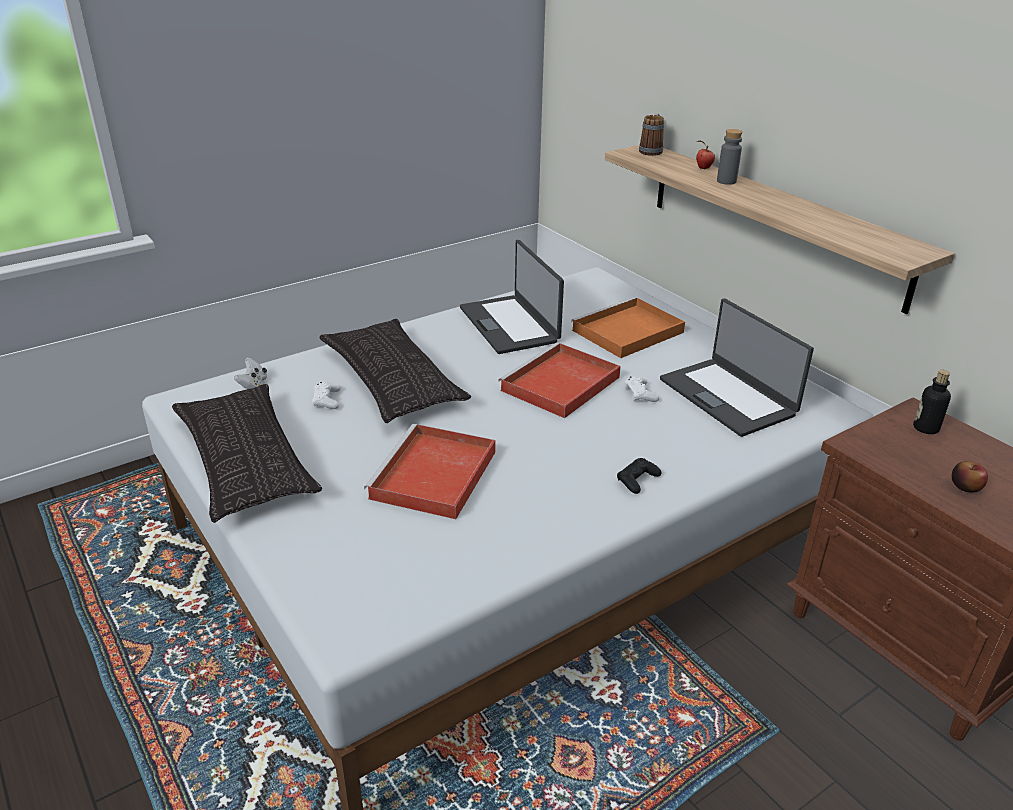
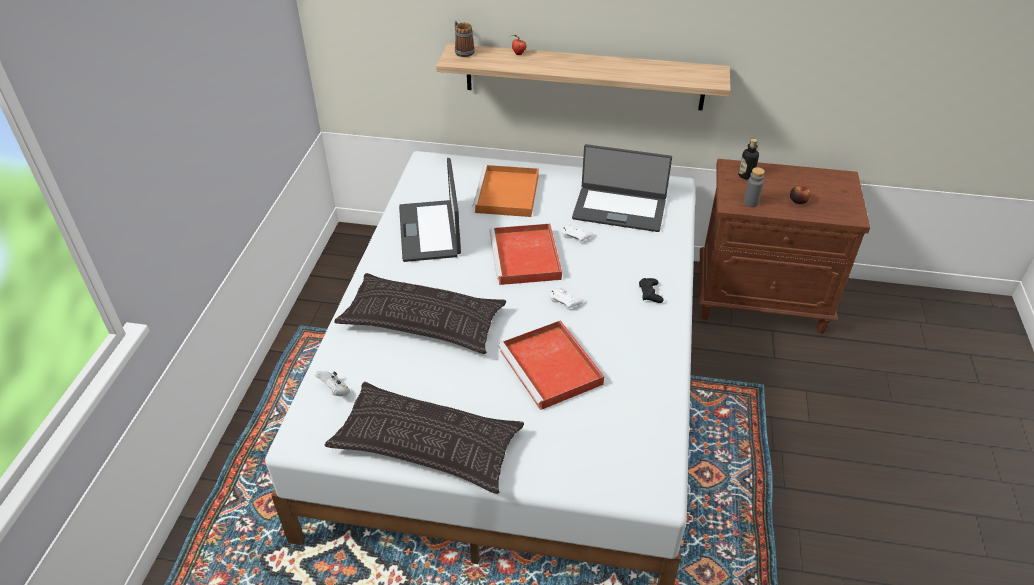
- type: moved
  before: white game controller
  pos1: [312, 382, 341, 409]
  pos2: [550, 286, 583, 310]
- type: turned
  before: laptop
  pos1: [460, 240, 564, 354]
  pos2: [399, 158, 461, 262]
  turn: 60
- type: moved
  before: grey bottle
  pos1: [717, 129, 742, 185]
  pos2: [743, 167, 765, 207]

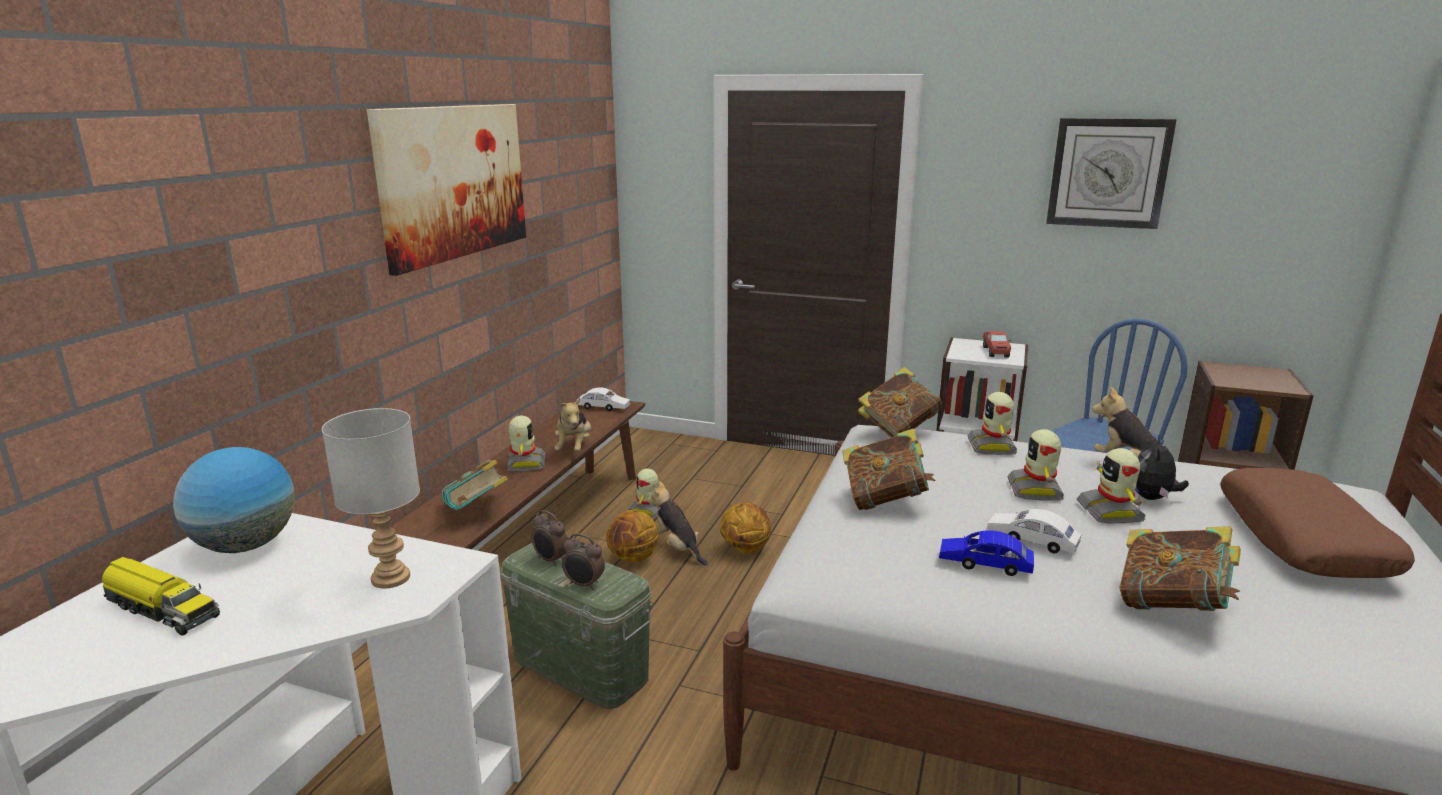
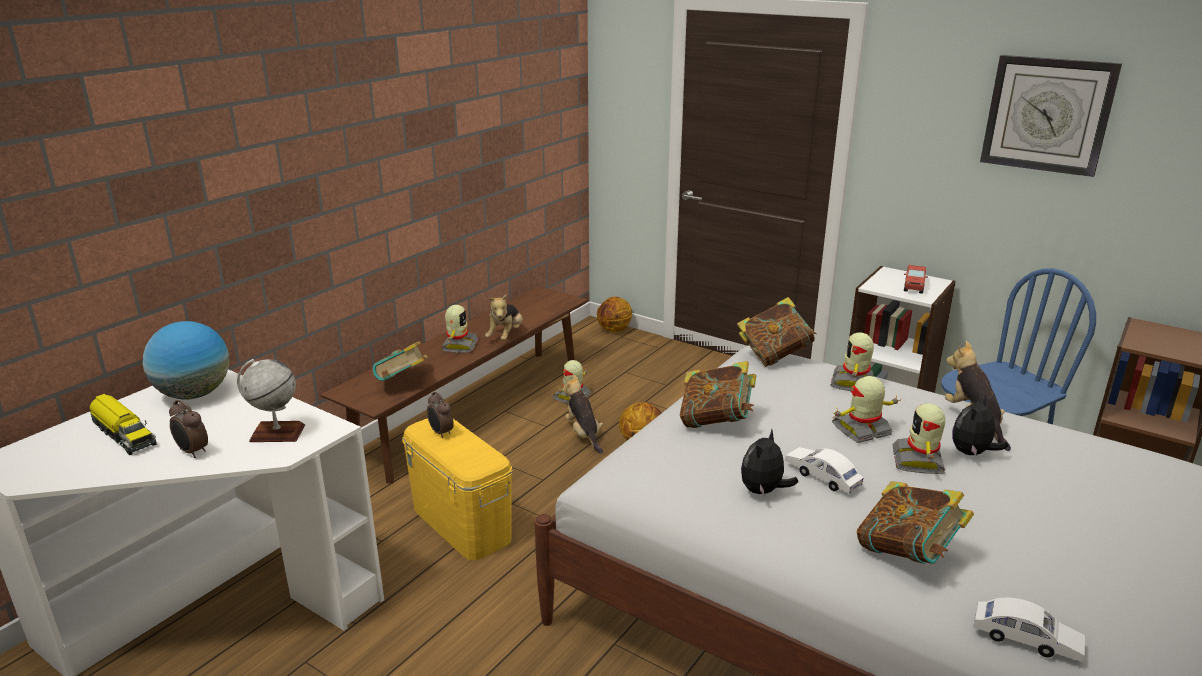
- type: replaced
  before: grey table lamp
  after: globe
  pos1: [322, 408, 420, 589]
  pos2: [237, 359, 305, 442]
- type: removed
  before: picture
  pos1: [367, 104, 526, 276]
- type: recoloured
  before: green storage box
  after: yellow storage box
  pos1: [501, 543, 653, 709]
  pos2: [402, 418, 513, 560]
- type: moved
  before: alarm clock
  pos1: [562, 533, 605, 590]
  pos2: [169, 400, 208, 458]
- type: moved
  before: white toy car
  pos1: [577, 387, 630, 411]
  pos2: [973, 598, 1085, 662]
- type: moved
  before: basketball
  pos1: [606, 510, 659, 562]
  pos2: [597, 296, 632, 332]
- type: replaced
  before: blue toy car
  after: plush toy
  pos1: [939, 530, 1034, 576]
  pos2: [741, 429, 798, 495]
- type: turned
  before: toy robot
  pos1: [1007, 429, 1064, 500]
  pos2: [832, 376, 900, 443]
  turn: 45
- type: removed
  before: brown pillow
  pos1: [1220, 468, 1415, 578]

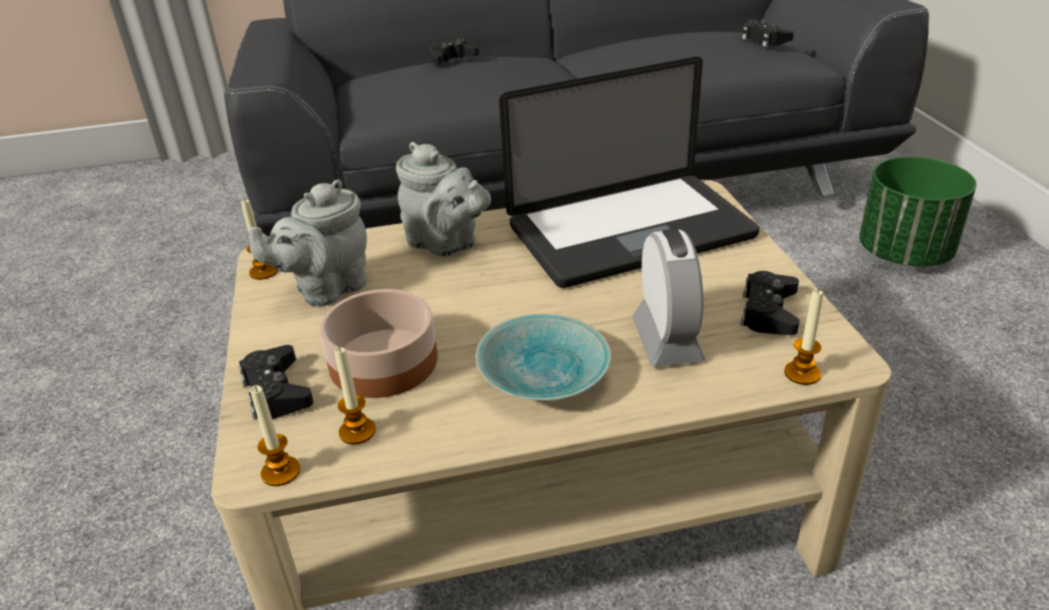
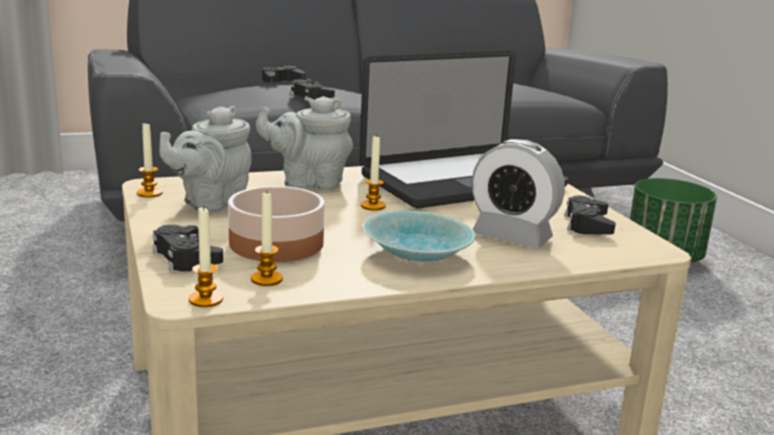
- type: turned
  before: grey teapot
  pos1: [396, 142, 491, 257]
  pos2: [256, 96, 353, 191]
  turn: 150
- type: turned
  before: alarm clock
  pos1: [632, 229, 705, 367]
  pos2: [472, 139, 565, 248]
  turn: 135
- type: moved
  before: black game controller
  pos1: [742, 20, 794, 47]
  pos2: [290, 79, 335, 101]
- type: moved
  before: candle
  pos1: [784, 288, 823, 385]
  pos2: [361, 134, 386, 210]

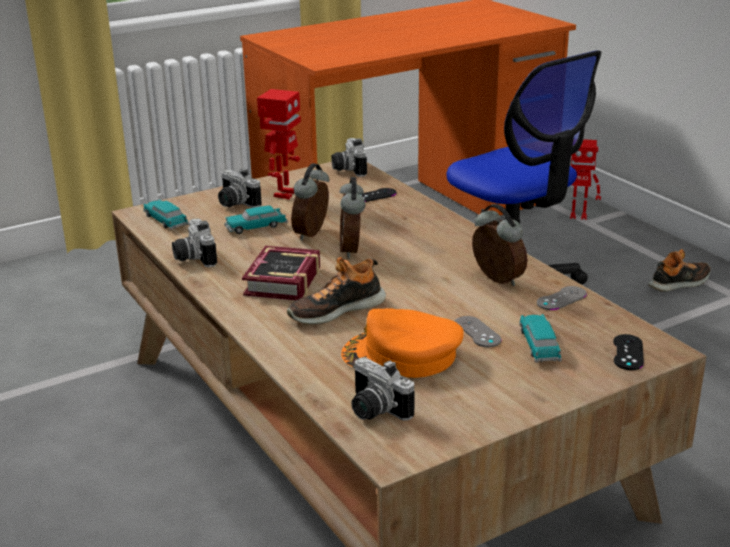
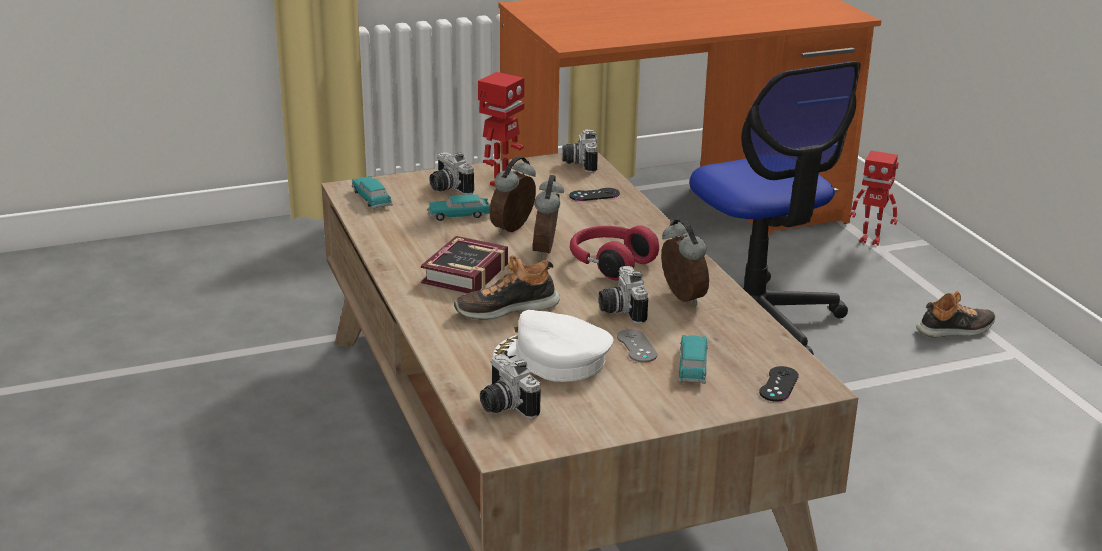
- type: moved
  before: photo camera
  pos1: [172, 219, 217, 267]
  pos2: [599, 266, 648, 324]
- type: recoloured
  before: orange cap
  after: white cap
  pos1: [341, 308, 464, 378]
  pos2: [493, 310, 613, 382]
- type: removed
  before: grey game controller
  pos1: [537, 286, 587, 310]
- type: added
  after: red headphones
  pos2: [570, 225, 659, 281]

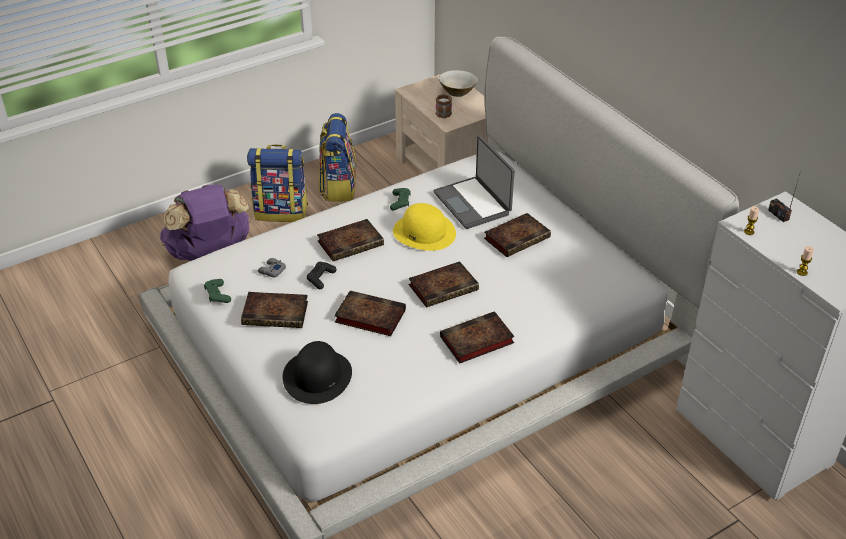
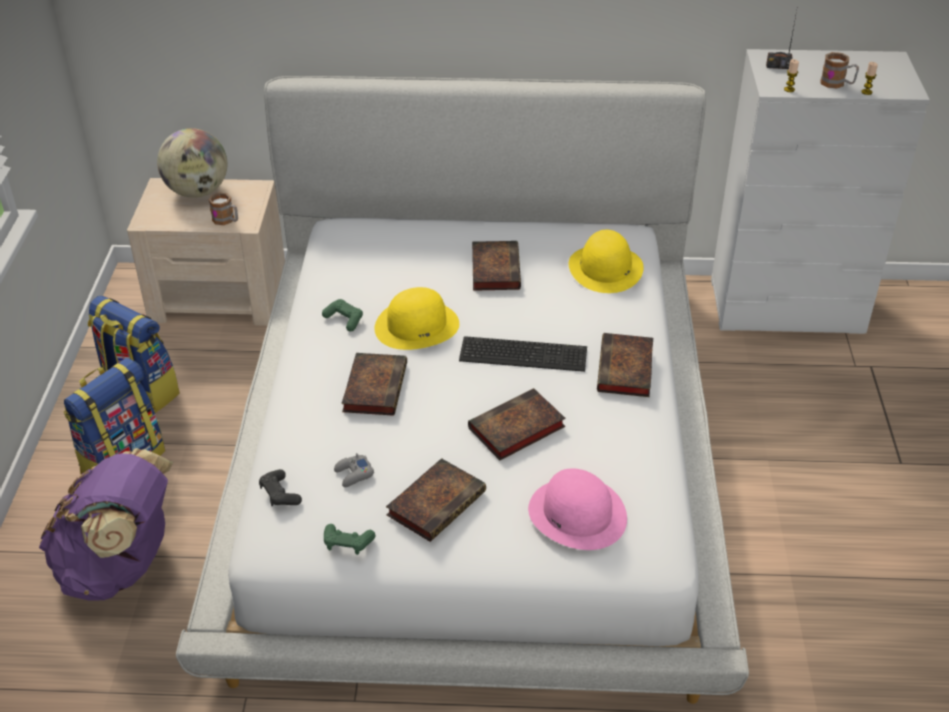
- type: recoloured
  before: black hat
  after: pink hat
  pos1: [283, 341, 352, 404]
  pos2: [528, 468, 627, 550]
- type: moved
  before: black game controller
  pos1: [306, 262, 337, 289]
  pos2: [259, 469, 302, 506]
- type: replaced
  before: book
  after: keyboard
  pos1: [409, 261, 479, 308]
  pos2: [459, 336, 587, 372]
- type: removed
  before: laptop
  pos1: [433, 136, 514, 229]
- type: replaced
  before: beige bowl
  after: globe
  pos1: [439, 70, 478, 97]
  pos2: [157, 128, 227, 198]
- type: added
  after: yellow hat
  pos2: [569, 230, 644, 293]
- type: added
  after: mug
  pos2: [821, 52, 859, 88]

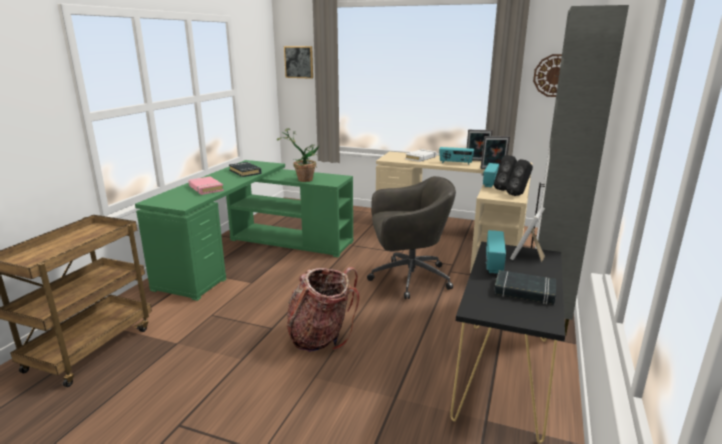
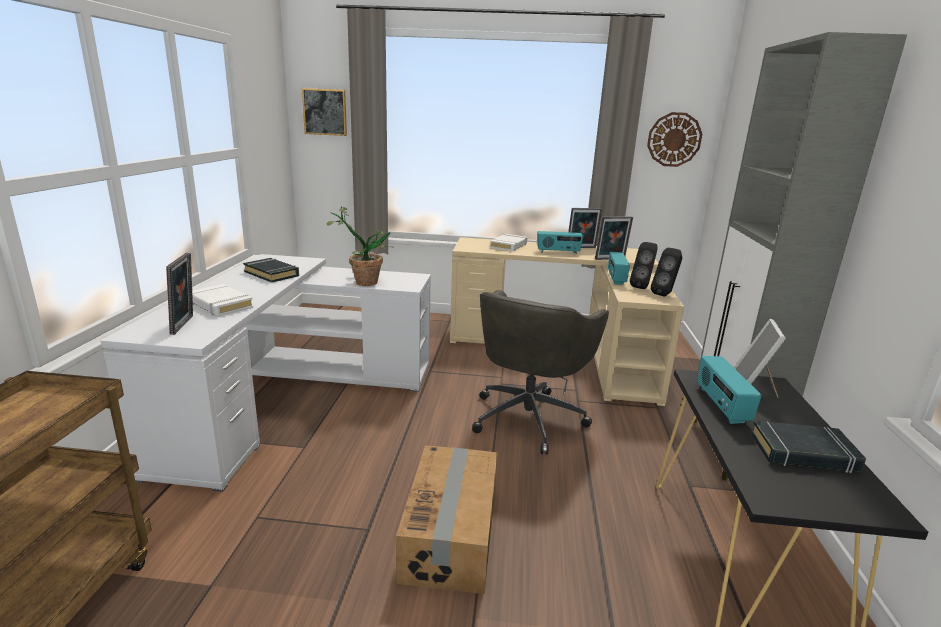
- type: recoloured
  before: green desk
  after: white desk
  pos1: [135, 160, 353, 301]
  pos2: [101, 254, 431, 492]
- type: recoloured
  before: pink book
  after: white book
  pos1: [188, 176, 224, 195]
  pos2: [192, 284, 253, 317]
- type: replaced
  before: backpack
  after: cardboard box
  pos1: [287, 267, 360, 352]
  pos2: [396, 445, 497, 594]
- type: turned
  before: grey office chair
  pos1: [367, 176, 456, 299]
  pos2: [472, 290, 609, 454]
  turn: 135
- type: added
  after: picture frame
  pos2: [166, 253, 193, 335]

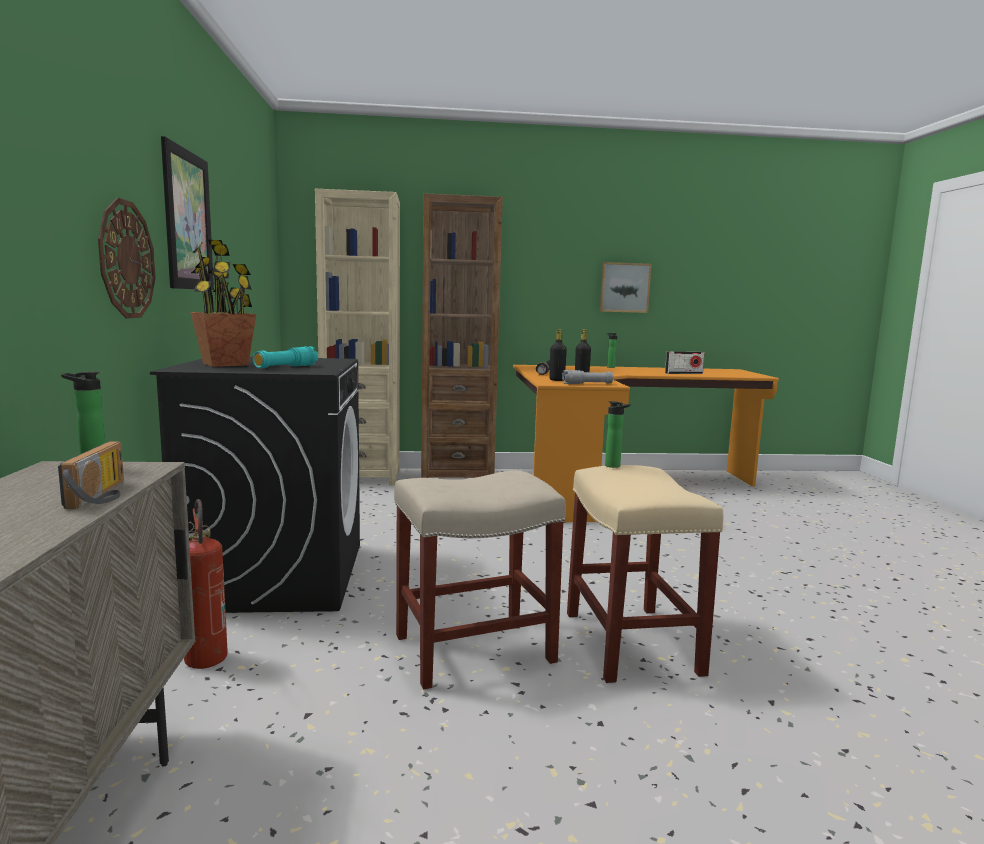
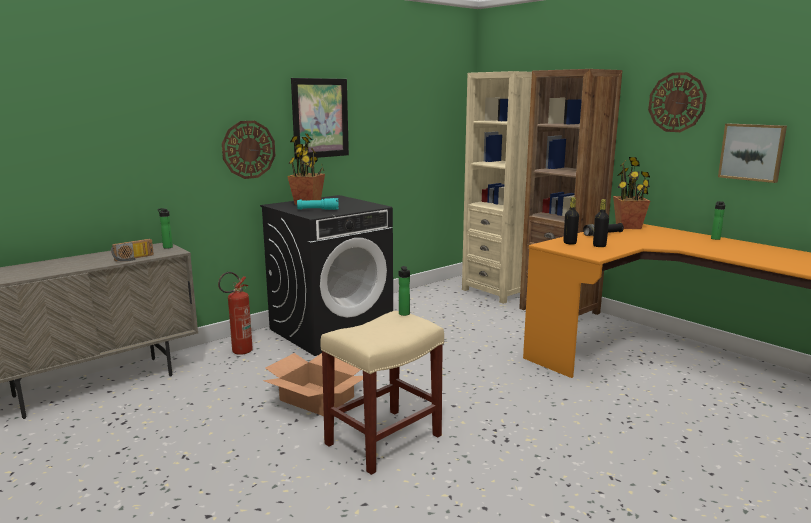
- type: replaced
  before: beige stool
  after: cardboard box
  pos1: [394, 470, 566, 689]
  pos2: [262, 353, 363, 416]
- type: removed
  before: grey flashlight
  pos1: [562, 370, 613, 384]
- type: removed
  before: radio
  pos1: [665, 351, 705, 374]
- type: added
  after: potted plant
  pos2: [613, 157, 650, 229]
- type: added
  after: wall clock
  pos2: [648, 72, 707, 132]

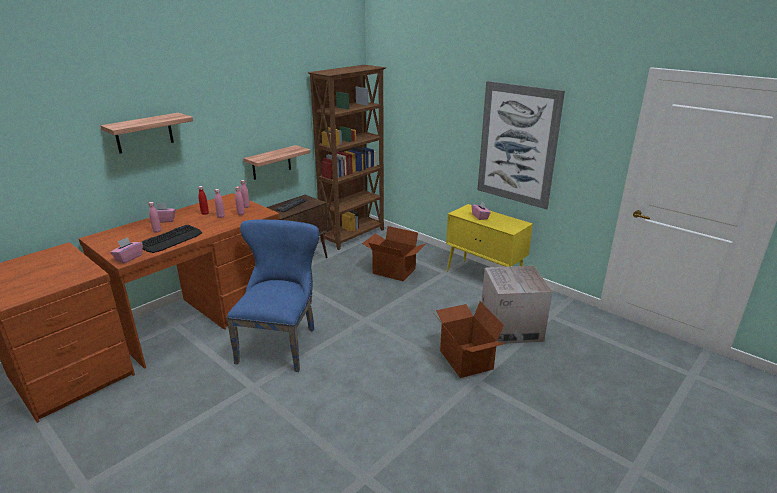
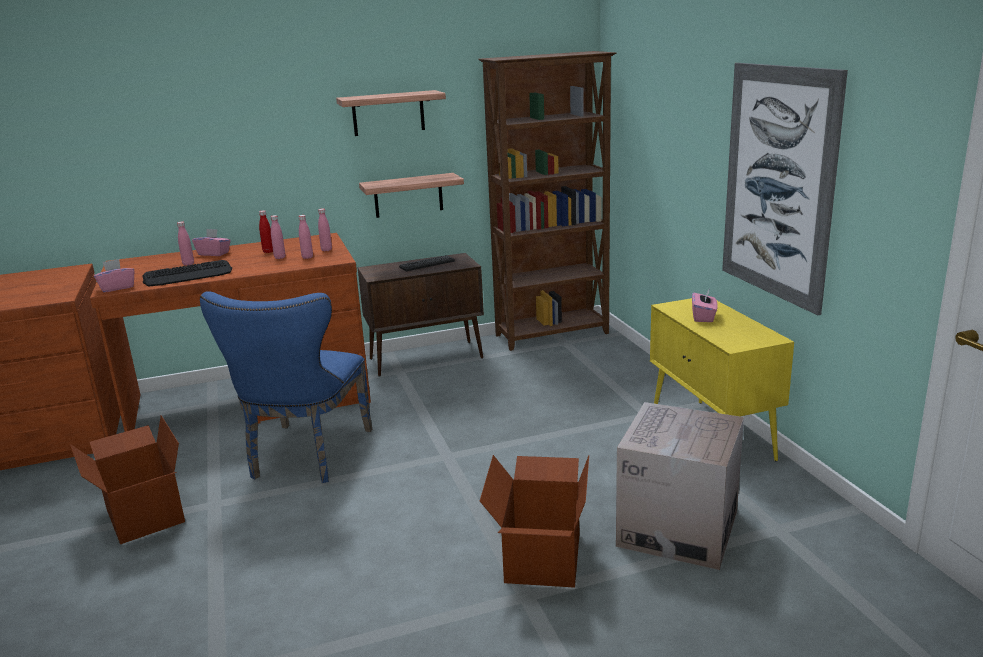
- type: moved
  before: shelf
  pos1: [101, 113, 193, 153]
  pos2: [336, 90, 446, 136]
- type: turned
  before: blue chair
  pos1: [227, 220, 320, 372]
  pos2: [200, 291, 372, 483]
  turn: 150
- type: moved
  before: cardboard box
  pos1: [362, 226, 427, 281]
  pos2: [70, 415, 185, 544]

